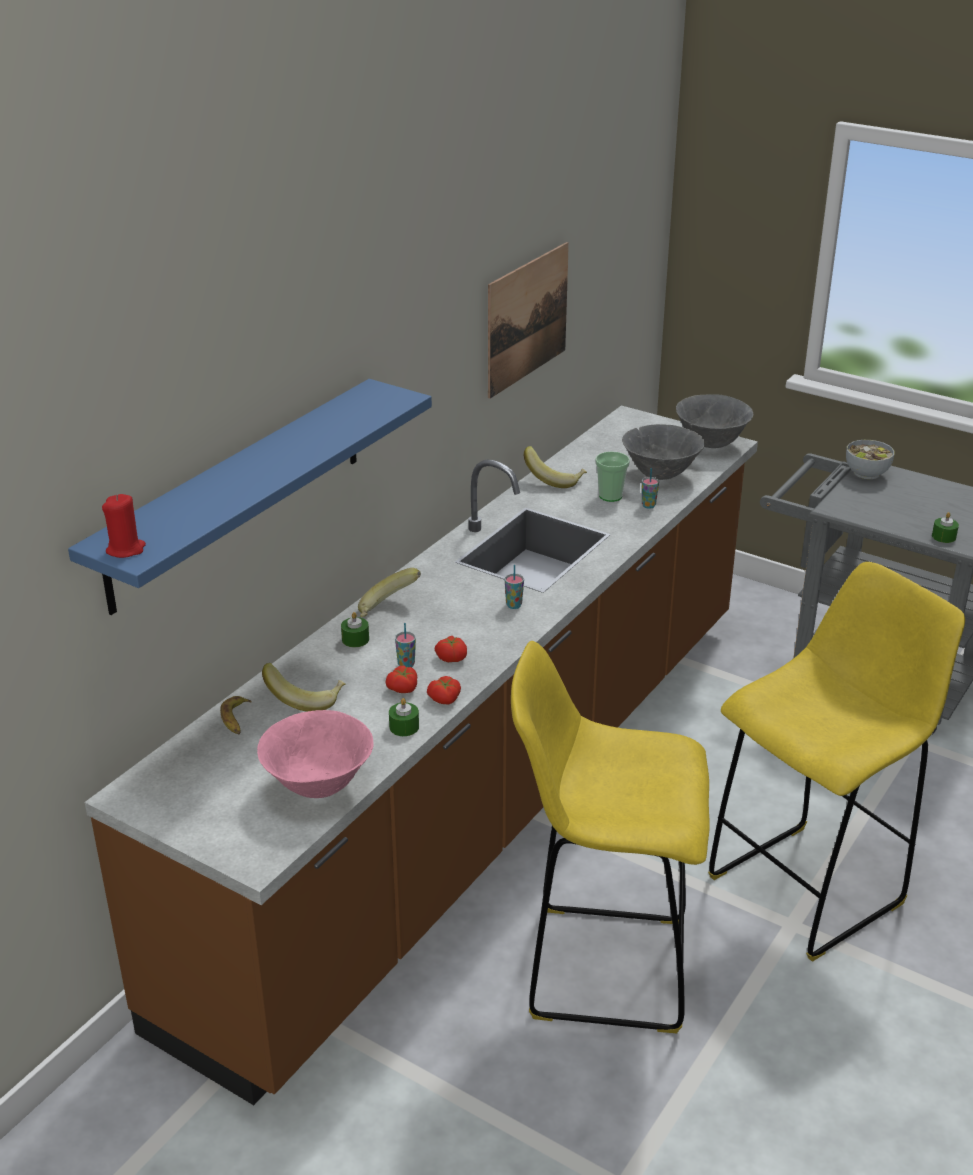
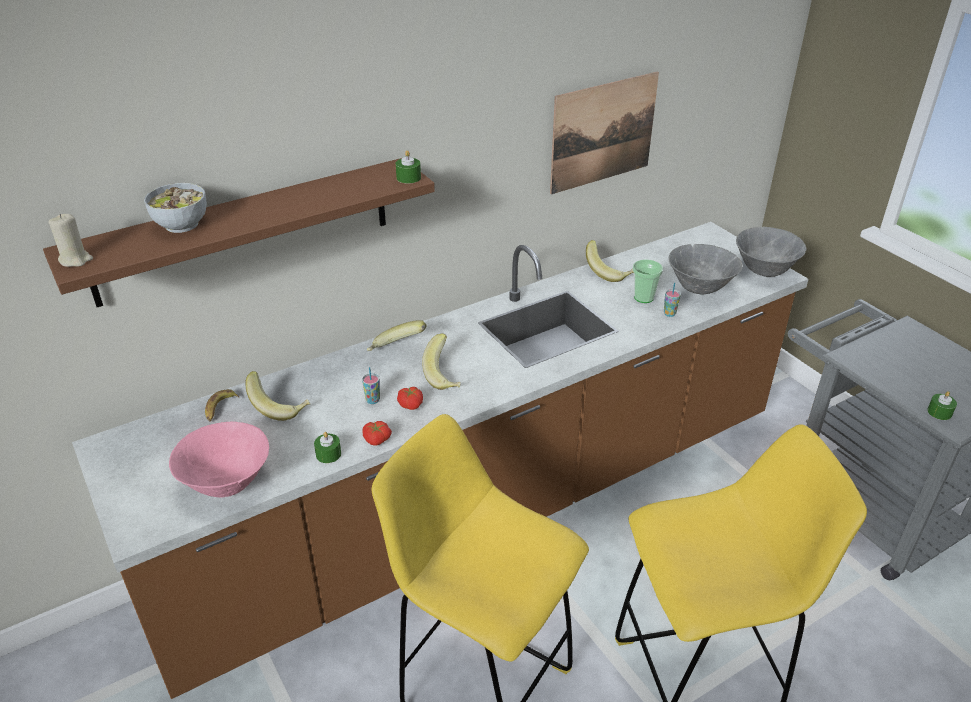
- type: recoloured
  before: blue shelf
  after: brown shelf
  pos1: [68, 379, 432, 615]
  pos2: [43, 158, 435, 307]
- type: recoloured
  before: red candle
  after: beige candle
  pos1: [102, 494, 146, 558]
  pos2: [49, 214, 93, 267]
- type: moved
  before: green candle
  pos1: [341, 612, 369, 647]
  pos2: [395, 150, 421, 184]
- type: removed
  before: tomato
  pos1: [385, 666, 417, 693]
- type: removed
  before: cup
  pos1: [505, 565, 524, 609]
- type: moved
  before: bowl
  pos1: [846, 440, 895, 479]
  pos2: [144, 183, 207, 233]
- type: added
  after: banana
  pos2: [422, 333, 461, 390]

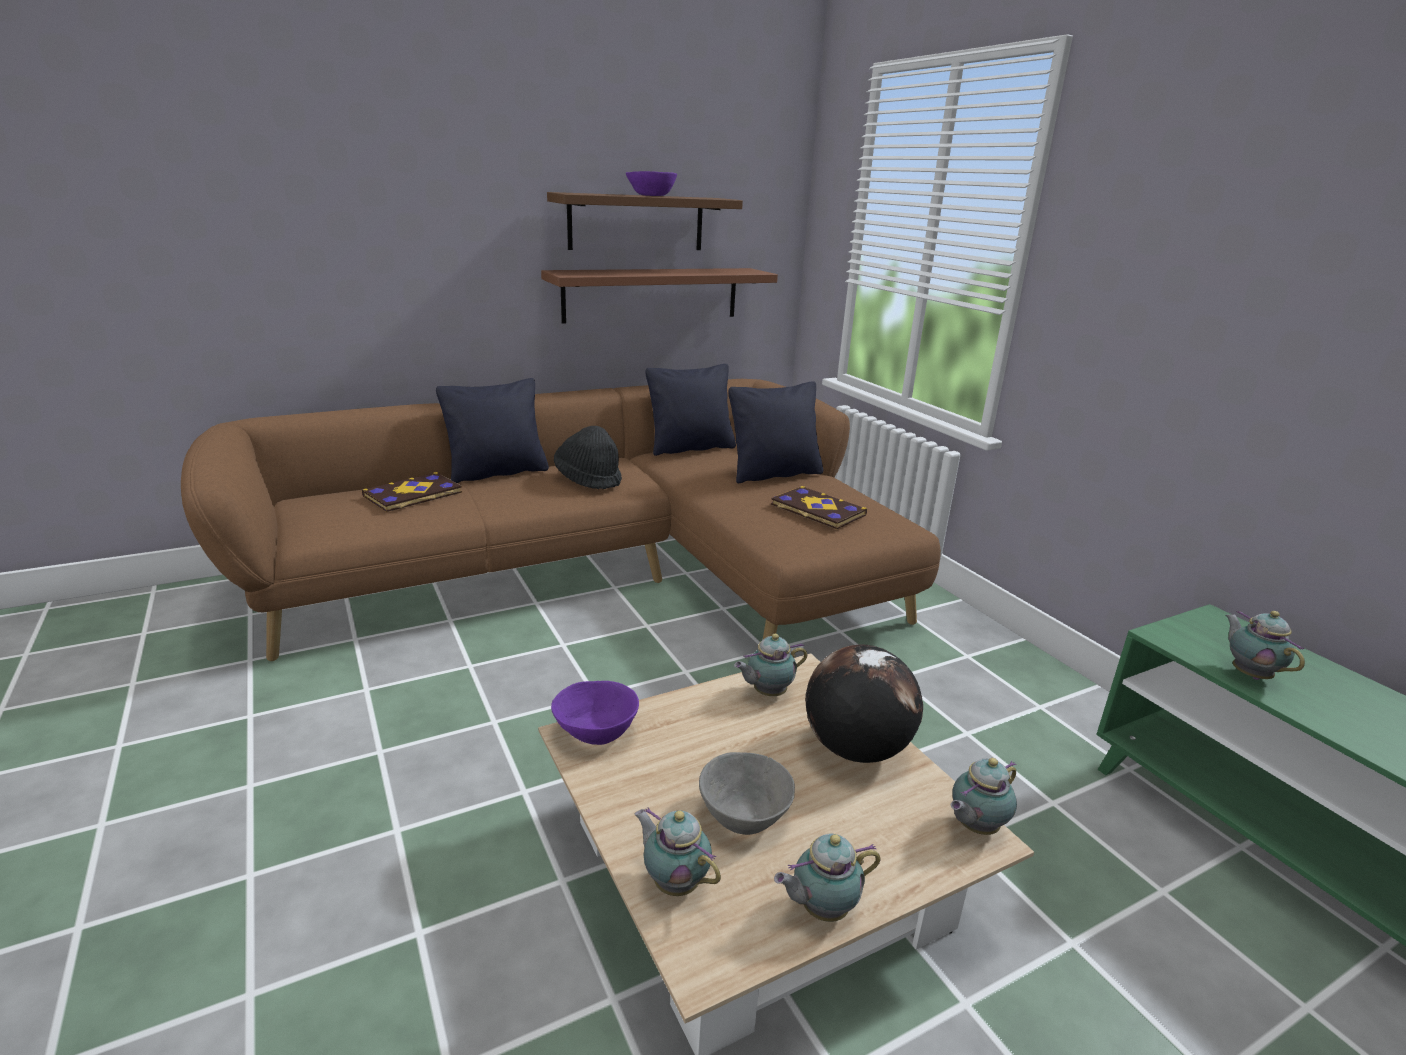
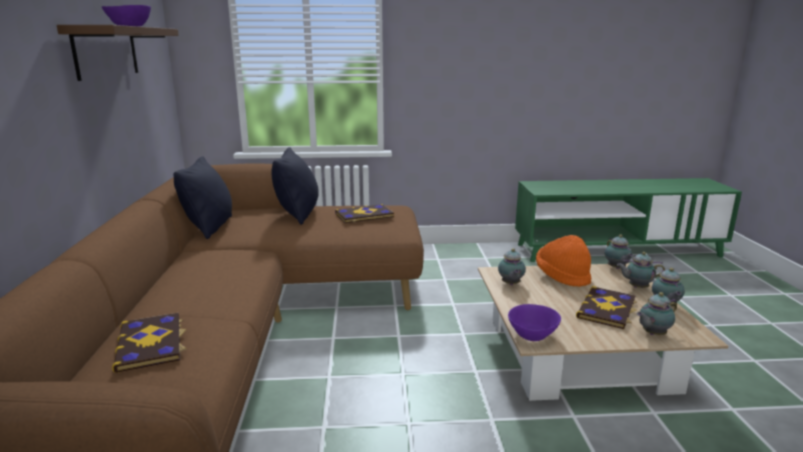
- type: removed
  before: black pillow
  pos1: [436, 378, 549, 483]
- type: removed
  before: brown shelf
  pos1: [541, 268, 778, 324]
- type: removed
  before: black hat
  pos1: [554, 426, 622, 489]
- type: replaced
  before: grey bowl
  after: book
  pos1: [699, 752, 795, 835]
  pos2: [576, 286, 637, 329]
- type: replaced
  before: globe
  after: orange hat
  pos1: [805, 645, 923, 763]
  pos2: [536, 235, 591, 287]
- type: moved
  before: teapot
  pos1: [1226, 611, 1305, 680]
  pos2: [617, 252, 665, 288]

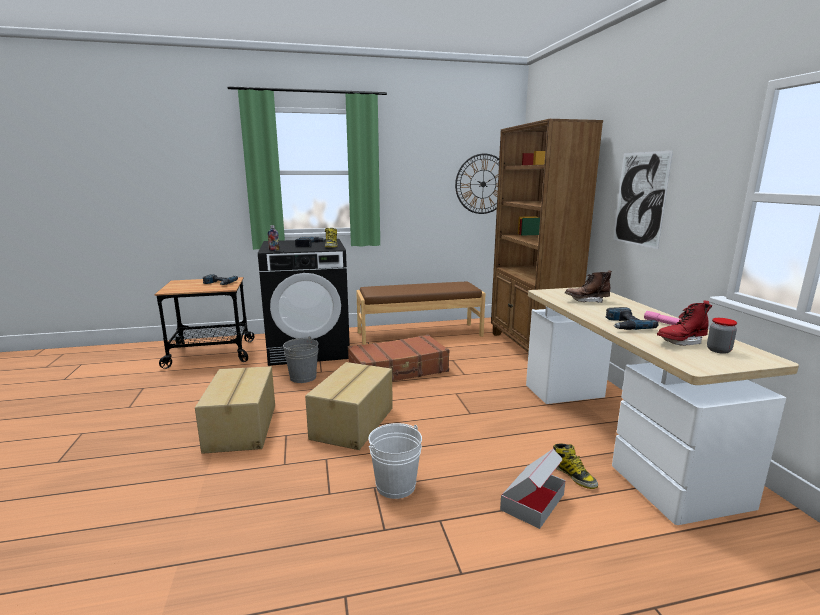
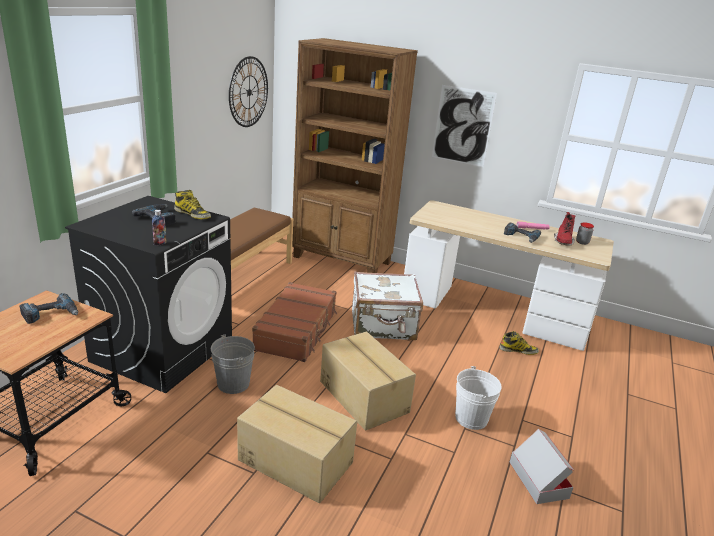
- type: moved
  before: cardboard box
  pos1: [500, 449, 566, 529]
  pos2: [510, 429, 574, 504]
- type: removed
  before: brown boot
  pos1: [565, 270, 612, 303]
- type: added
  after: white suitcase
  pos2: [352, 271, 423, 340]

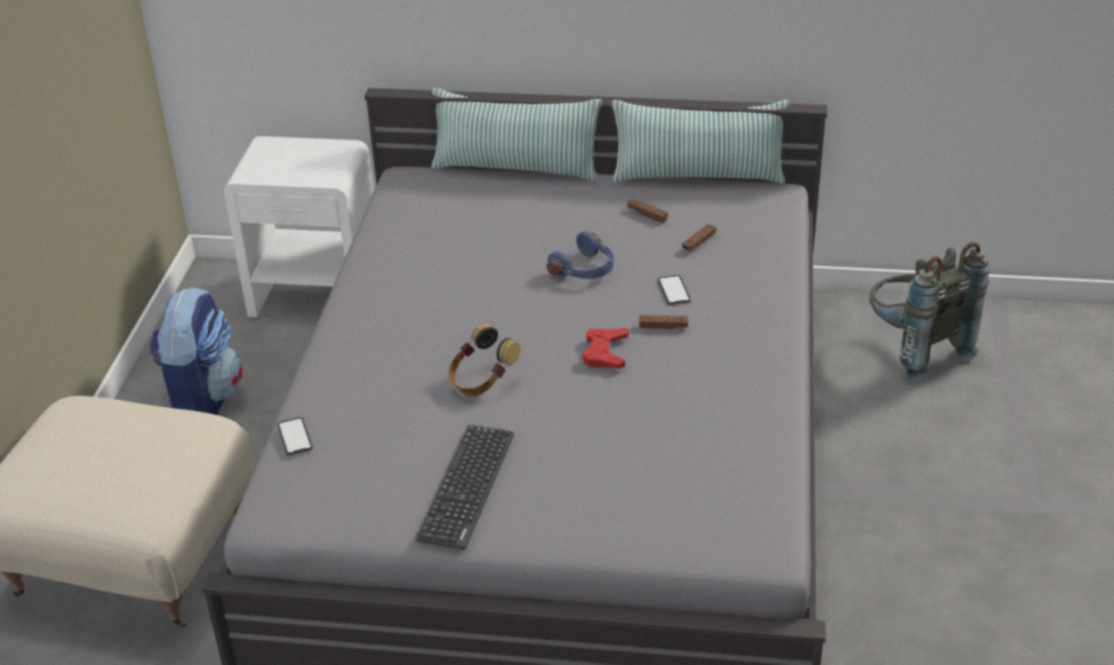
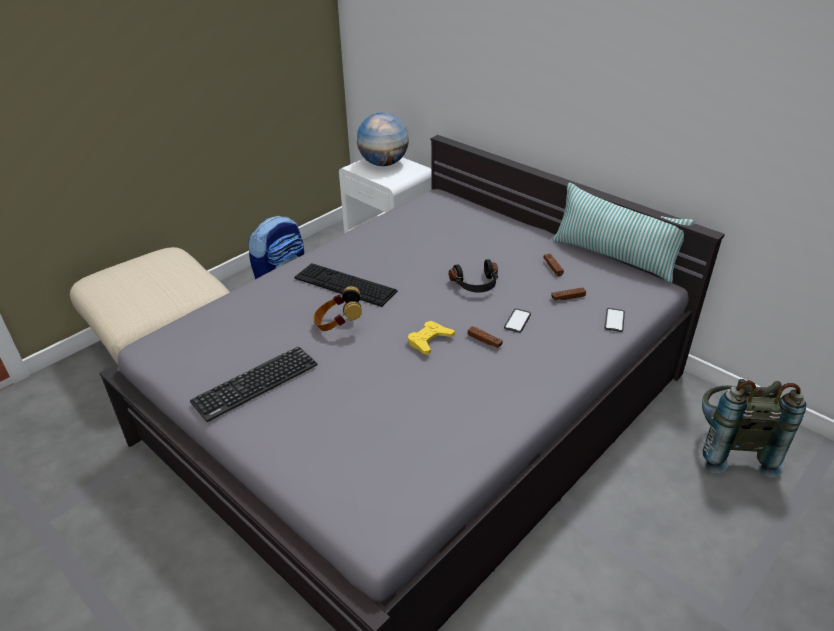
- type: moved
  before: phone
  pos1: [277, 417, 313, 455]
  pos2: [604, 308, 625, 332]
- type: removed
  before: pillow
  pos1: [431, 88, 602, 181]
- type: recoloured
  before: blue headphones
  after: black headphones
  pos1: [547, 231, 614, 279]
  pos2: [449, 260, 498, 293]
- type: recoloured
  before: red game controller
  after: yellow game controller
  pos1: [583, 328, 629, 368]
  pos2: [408, 321, 455, 355]
- type: added
  after: keyboard
  pos2: [294, 263, 398, 307]
- type: added
  after: globe
  pos2: [357, 112, 409, 166]

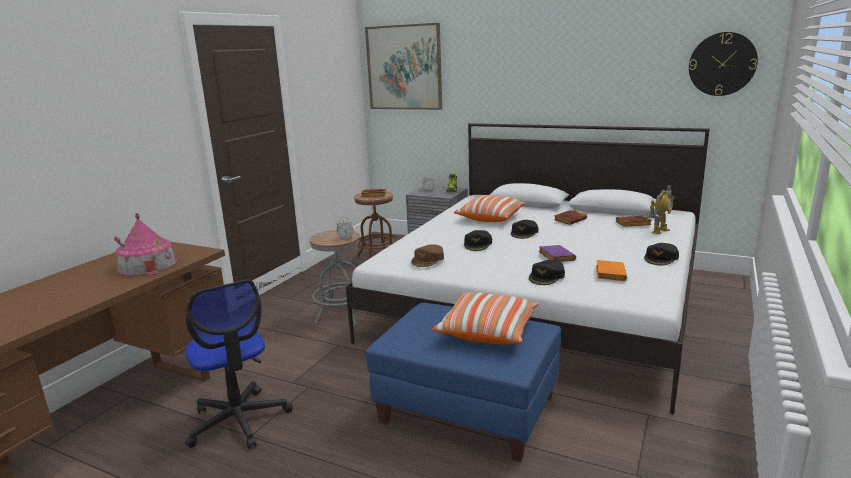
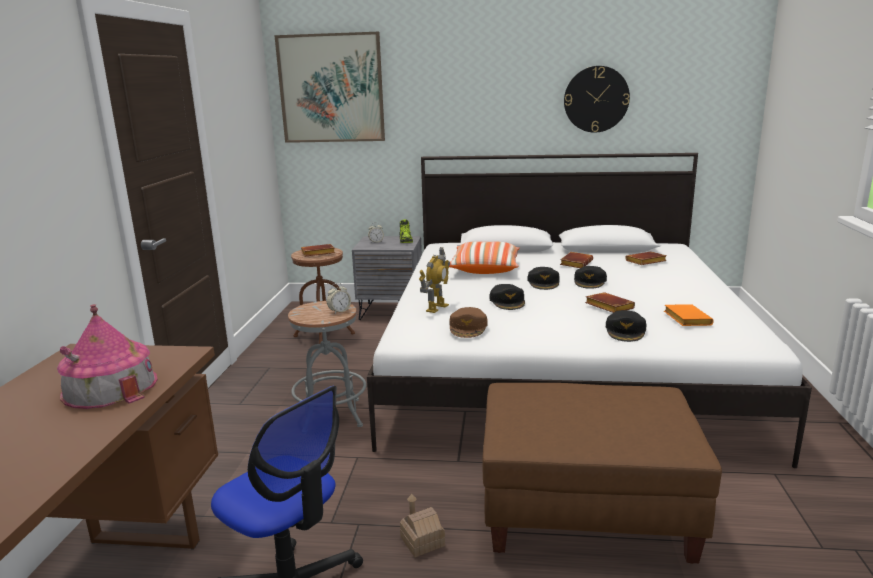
- type: recoloured
  before: blue ottoman
  after: brown ottoman
  pos1: [366, 303, 561, 462]
  pos2: [483, 383, 722, 564]
- type: removed
  before: pillow
  pos1: [432, 292, 539, 344]
- type: recoloured
  before: purple book
  after: brown book
  pos1: [538, 245, 576, 262]
  pos2: [585, 292, 635, 313]
- type: moved
  before: black cap
  pos1: [644, 243, 679, 265]
  pos2: [574, 266, 607, 289]
- type: moved
  before: toy robot
  pos1: [649, 185, 674, 234]
  pos2: [419, 247, 450, 313]
- type: moved
  before: wall clock
  pos1: [689, 32, 758, 96]
  pos2: [564, 66, 630, 133]
- type: added
  after: toy house
  pos2: [400, 494, 445, 558]

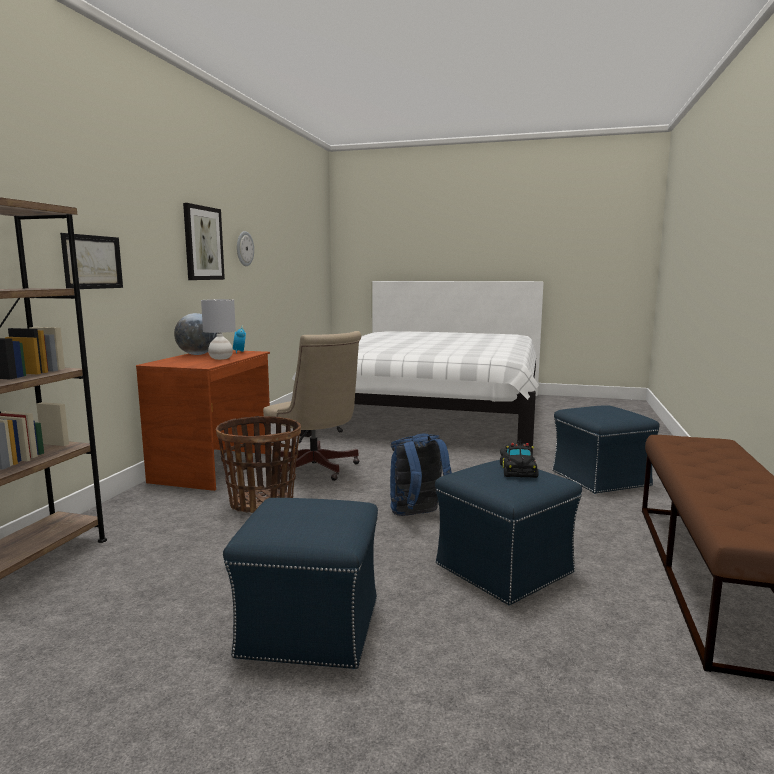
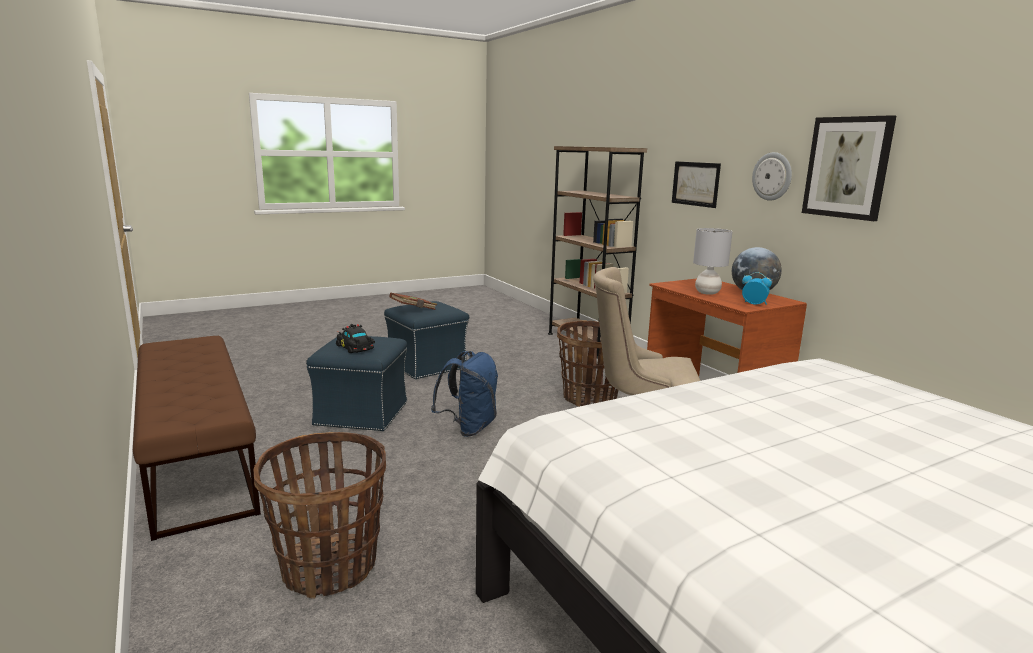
- type: moved
  before: wall clock
  pos1: [237, 231, 254, 266]
  pos2: [752, 152, 792, 201]
- type: replaced
  before: blue ottoman
  after: basket
  pos1: [552, 405, 660, 494]
  pos2: [254, 432, 386, 599]
- type: added
  after: brown book
  pos2: [389, 293, 437, 310]

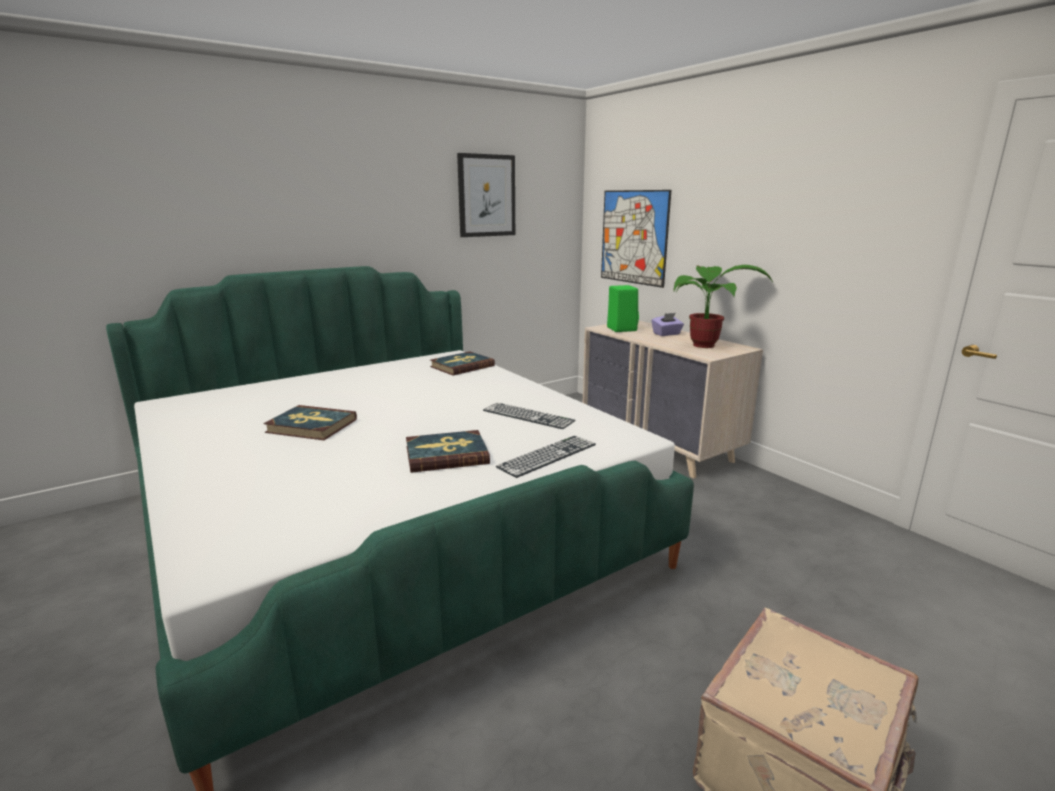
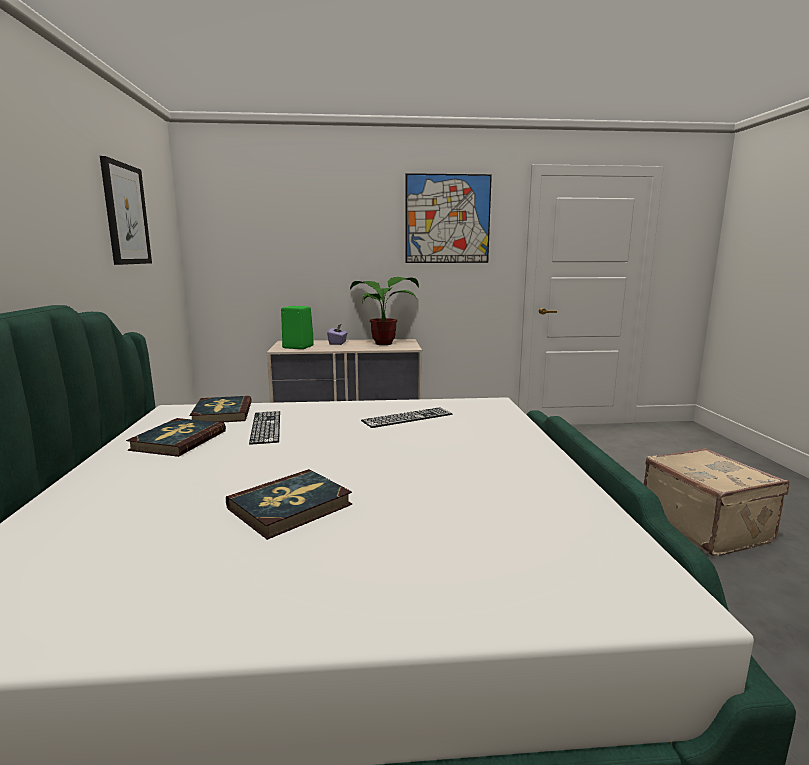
- type: moved
  before: book
  pos1: [406, 430, 490, 473]
  pos2: [126, 418, 226, 457]
- type: moved
  before: keyboard
  pos1: [496, 436, 596, 478]
  pos2: [249, 411, 280, 445]
- type: moved
  before: picture
  pos1: [601, 190, 671, 288]
  pos2: [405, 173, 492, 263]

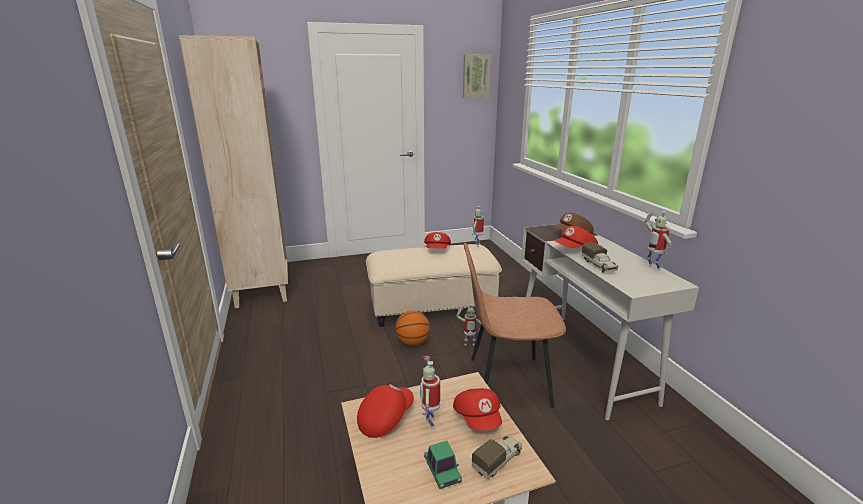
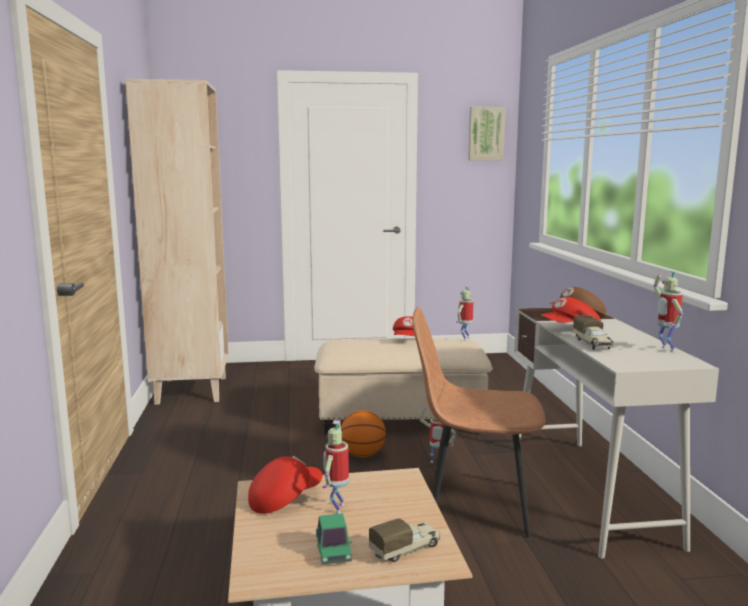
- type: removed
  before: red cap
  pos1: [453, 388, 502, 431]

